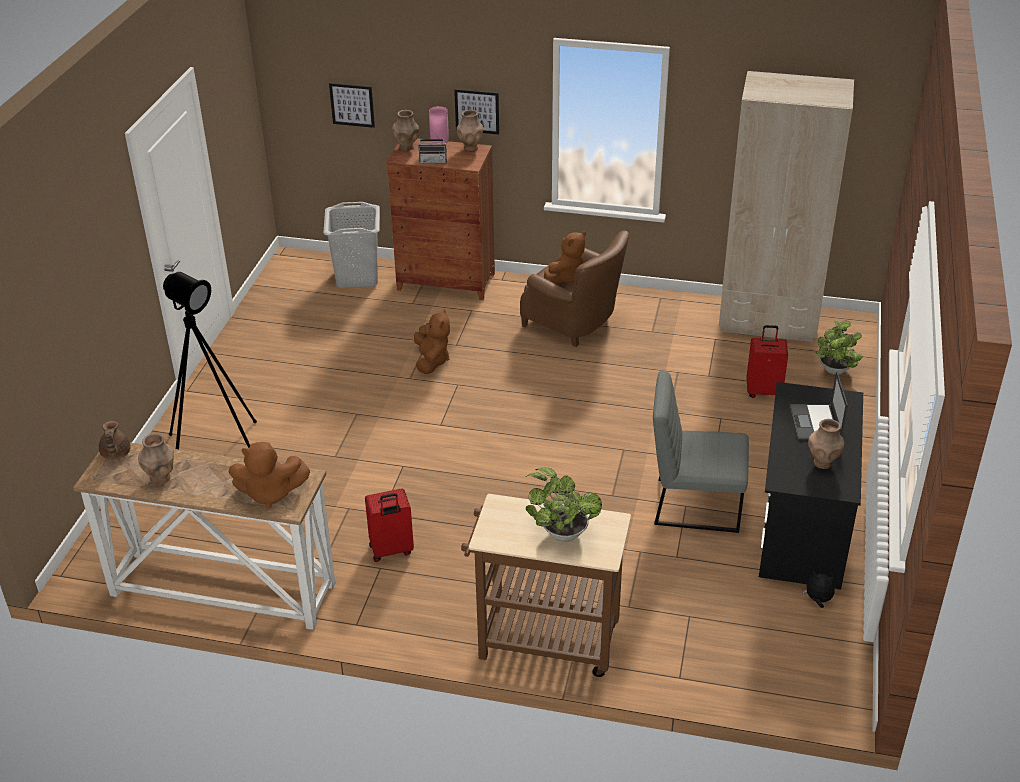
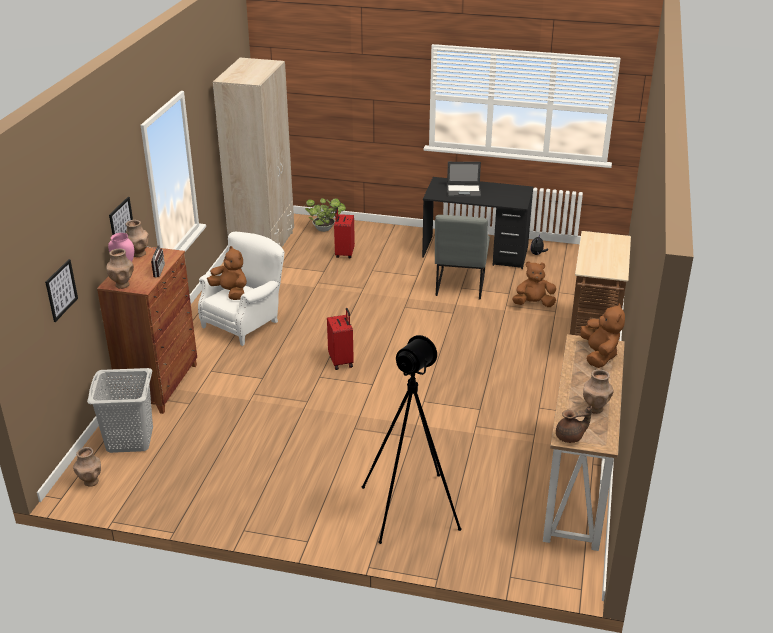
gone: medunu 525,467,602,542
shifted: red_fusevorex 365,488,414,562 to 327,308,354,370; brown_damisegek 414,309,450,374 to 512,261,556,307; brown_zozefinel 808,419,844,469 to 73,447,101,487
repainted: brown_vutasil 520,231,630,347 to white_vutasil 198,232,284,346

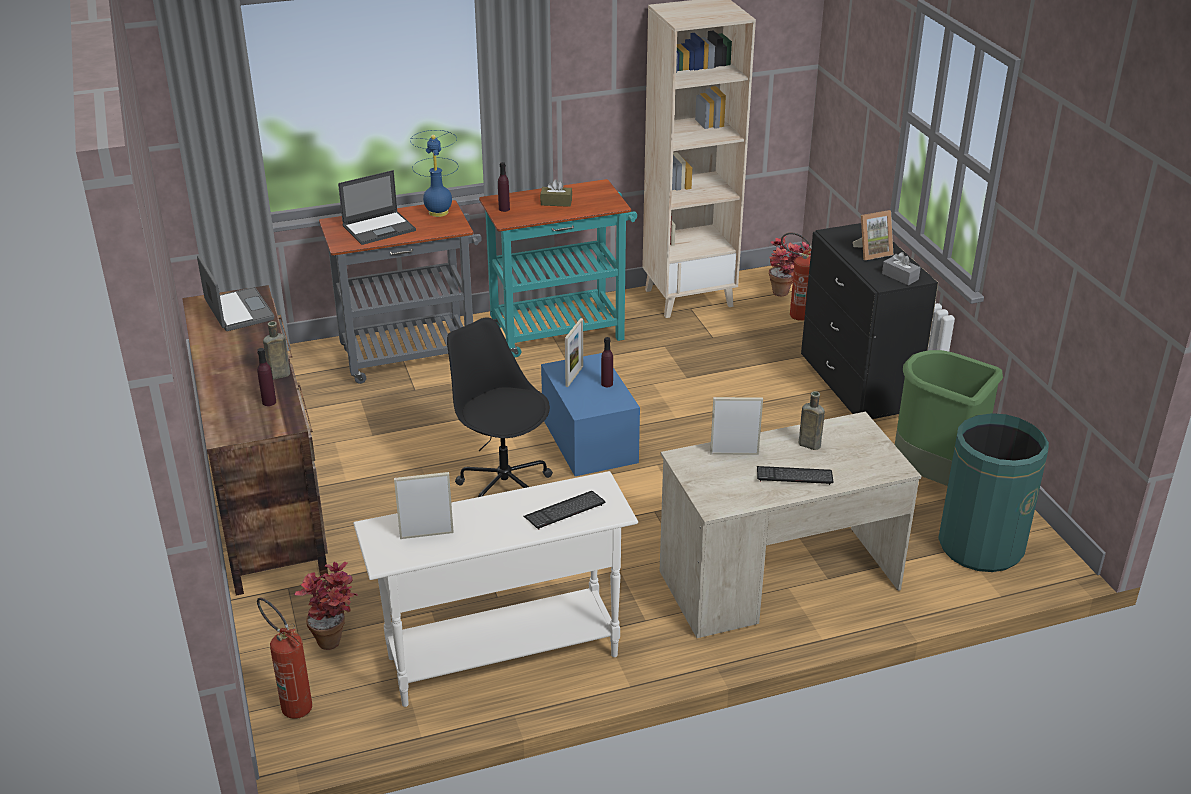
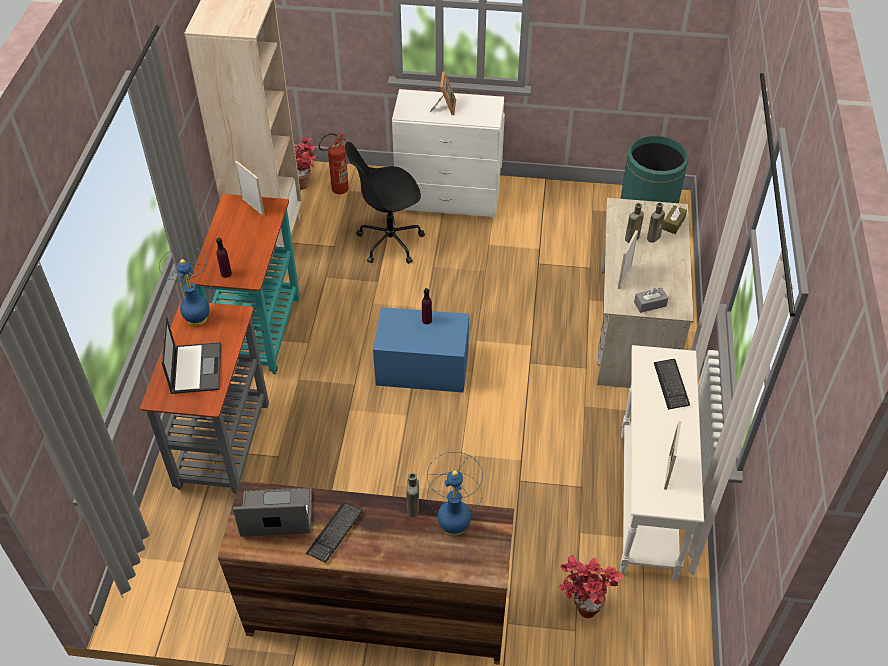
gone: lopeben 257,597,312,719; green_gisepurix 895,350,1003,486
new: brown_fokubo 647,202,665,243
shifted: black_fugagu 447,318,553,497 to 345,142,425,264; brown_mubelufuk 540,180,572,207 to 662,205,687,234; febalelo 565,318,583,387 to 235,161,265,216; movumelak 757,466,833,485 to 305,502,363,562; grey_mubelufuk 882,252,921,285 to 634,288,668,313
swapped: purple_fokubo 257,348,276,406 to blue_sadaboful 427,452,483,536
repainted: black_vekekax 801,223,938,419 to white_vekekax 392,89,504,217

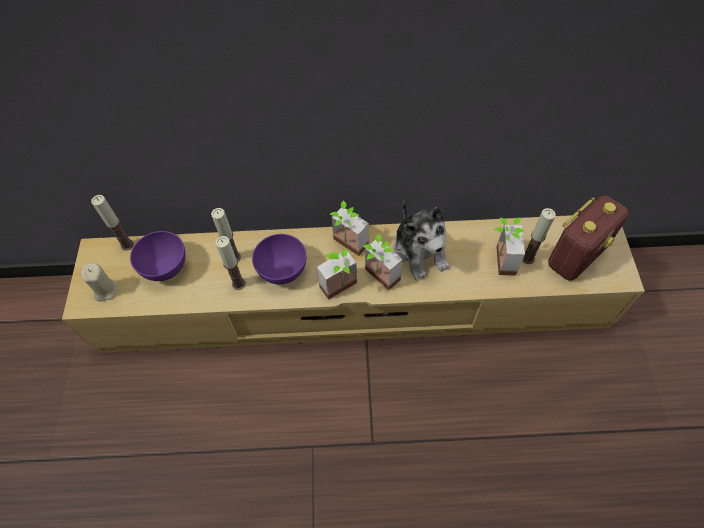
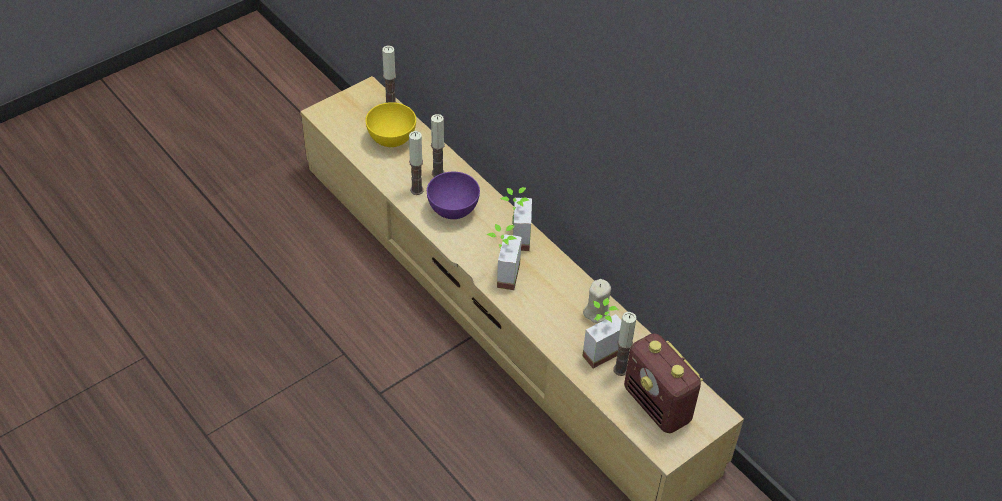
gone: medunu 317,248,357,299; damisegek 393,201,450,281
shifted: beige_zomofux 81,263,118,302 to 583,279,611,323
repainted: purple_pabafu 130,231,186,281 to yellow_pabafu 365,102,416,147
rotated: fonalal 548,195,629,280 = 624,333,703,433 45 degrees clockwise

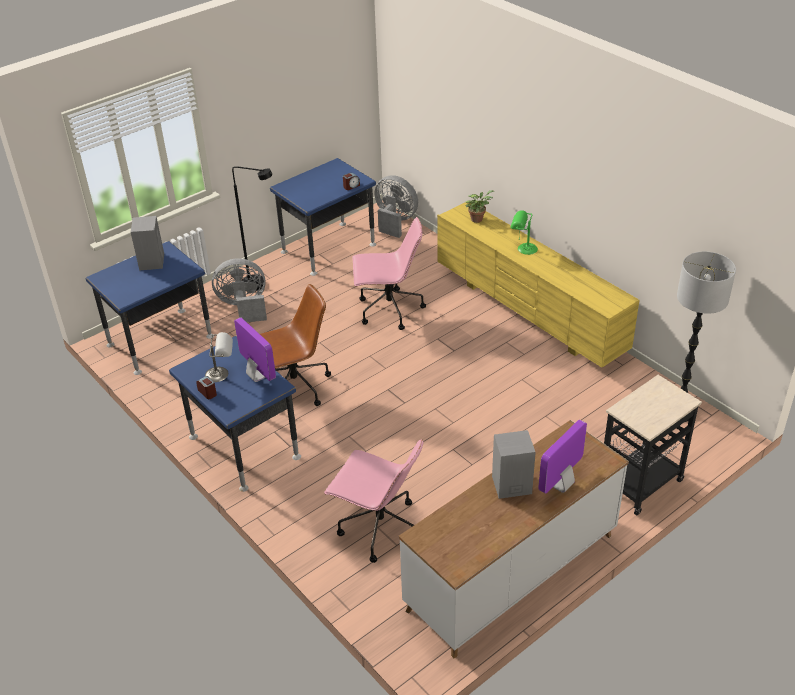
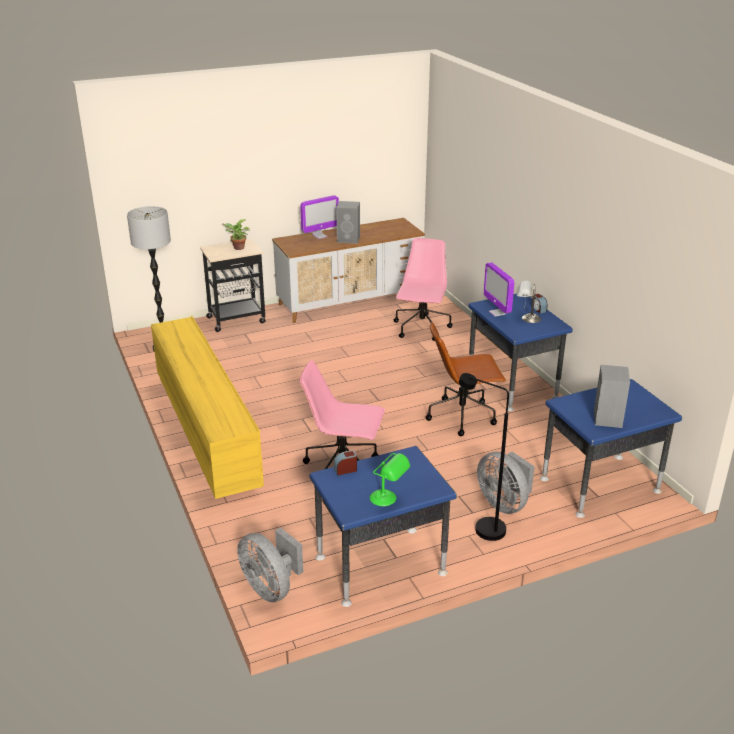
shifted: medunu 465,190,495,223 to 222,219,250,250; green_sadaboful 510,210,538,255 to 370,453,410,506
rotated: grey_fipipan 212,258,267,322 = 477,452,534,514 45 degrees clockwise; pink_fugagu 324,439,424,563 = 394,238,453,341 60 degrees clockwise

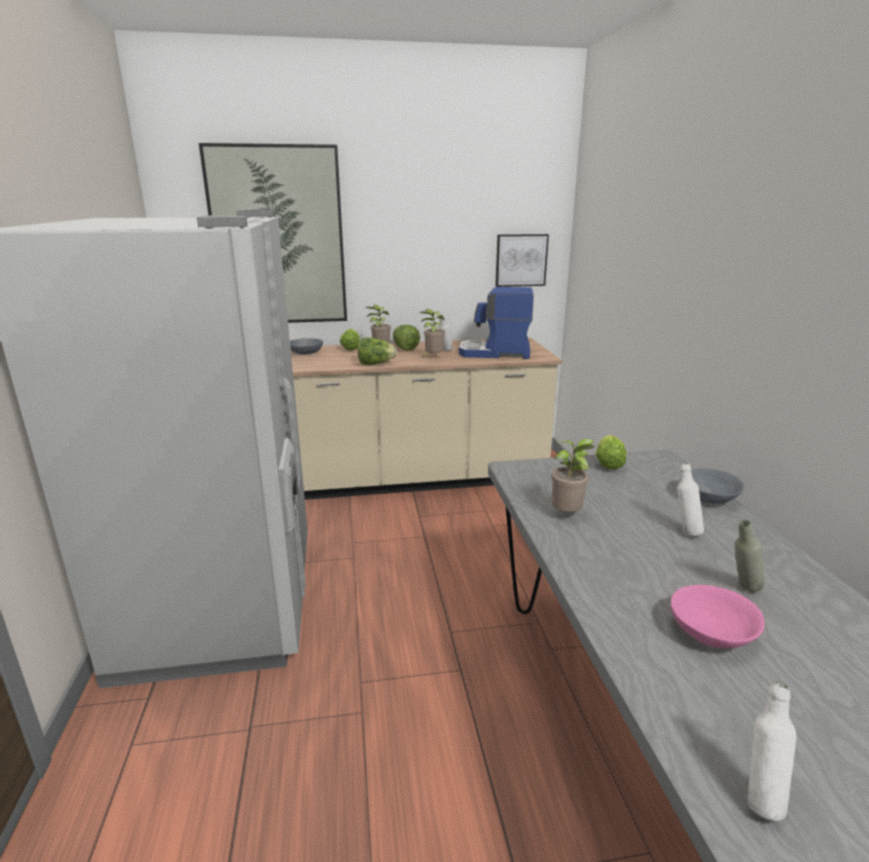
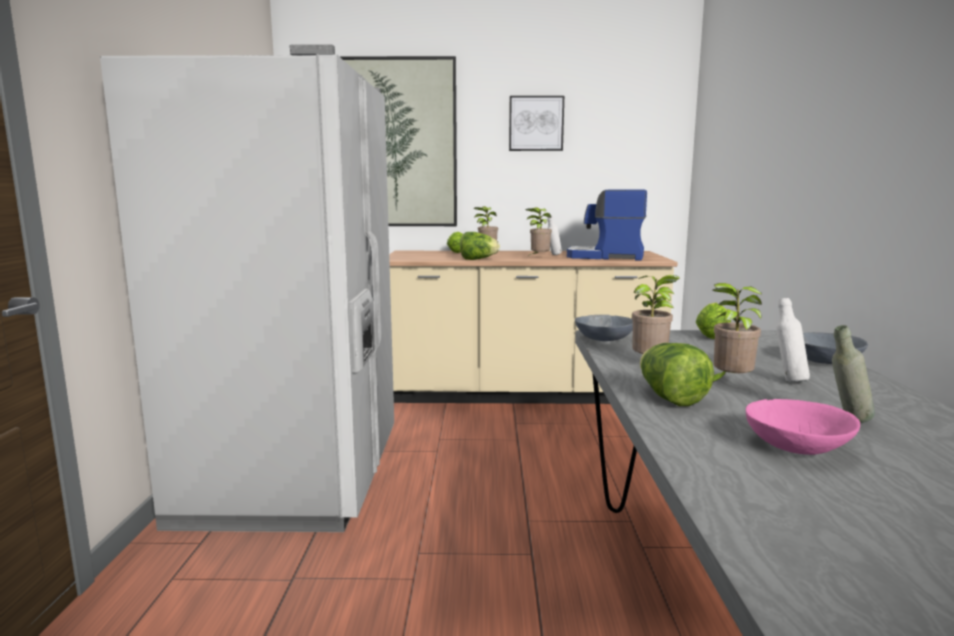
gone: white_fokubo 748,681,796,821
new: medunu 713,283,762,382
shifted: grey_pabafu 290,338,323,355 to 575,315,633,341; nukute 393,325,420,351 to 640,343,714,406; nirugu 495,234,549,287 to 509,96,564,151

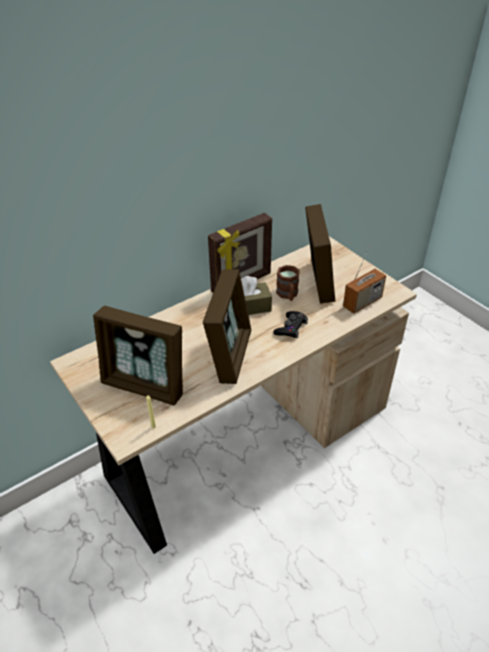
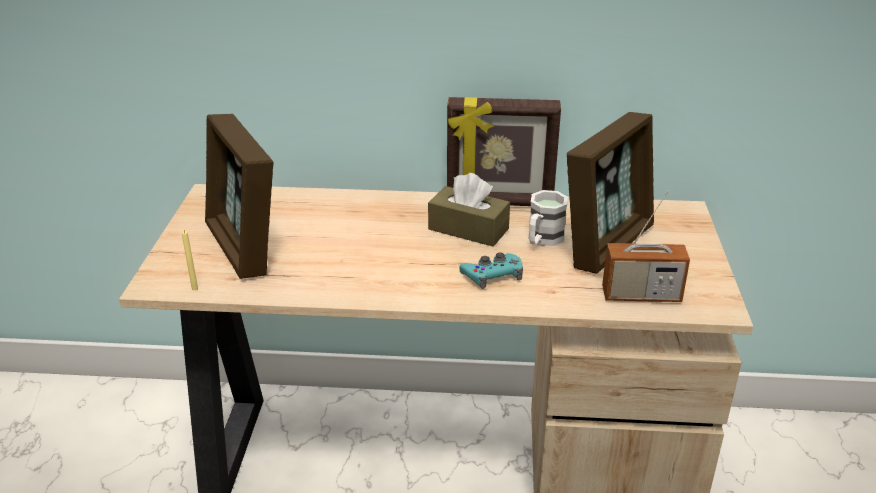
gone: febalelo 203,269,251,384
repainted: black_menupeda 273,311,308,338 to turquoise_menupeda 460,252,523,289; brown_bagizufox 276,265,300,301 to white_bagizufox 528,190,568,246

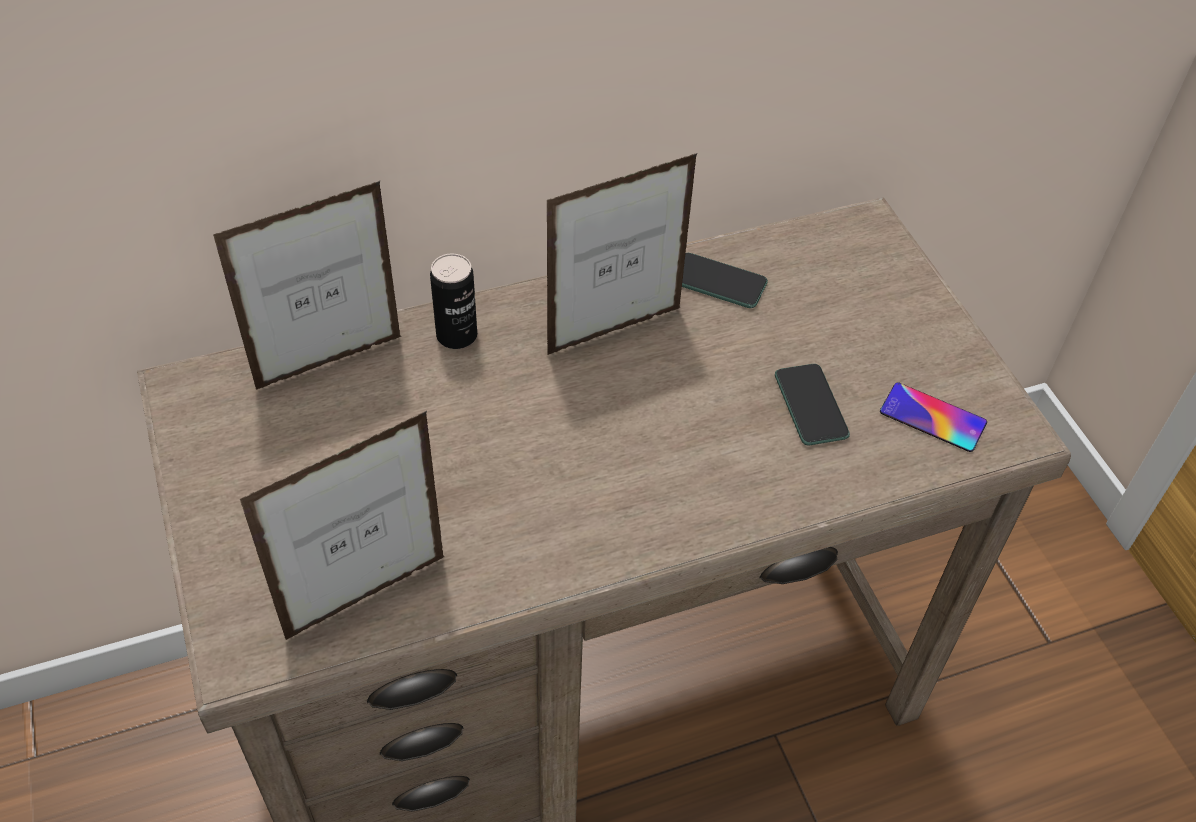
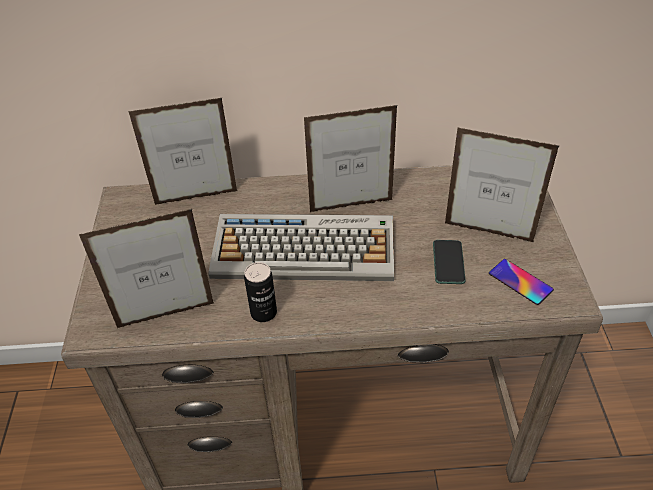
gone: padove 682,253,768,308
new: movumelak 209,214,394,281; febalelo 445,128,559,242
shifted: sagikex 430,254,477,349 to 244,262,277,322

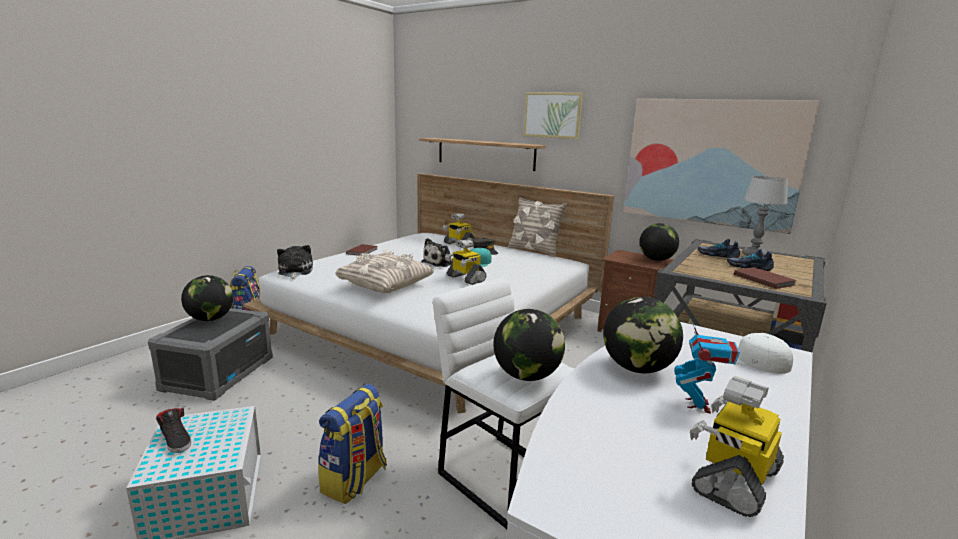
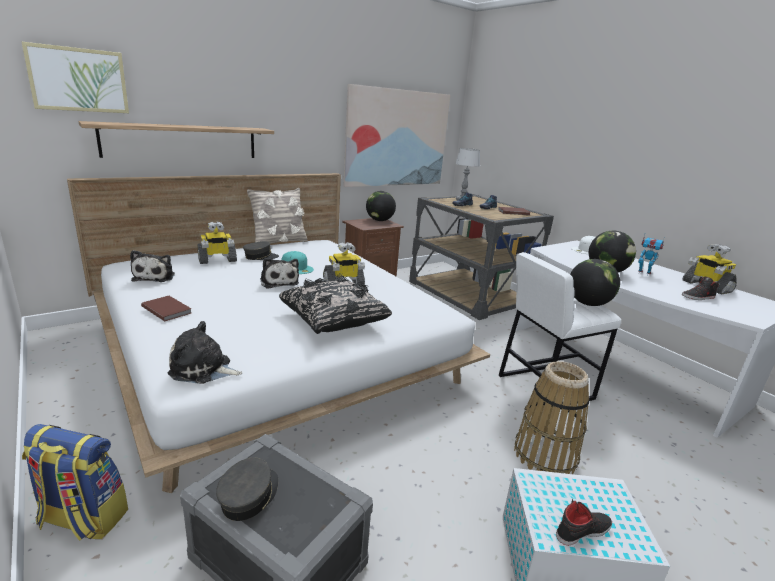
new: damisegek 130,250,175,282; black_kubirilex 682,277,719,300
shifted: nirugu 523,92,583,139 to 21,41,129,113
swapped: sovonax 181,275,233,321 to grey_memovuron 216,457,278,521; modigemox 318,384,387,504 to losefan 514,361,589,474
repainted: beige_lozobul 335,248,434,293 to black_lozobul 279,274,392,334

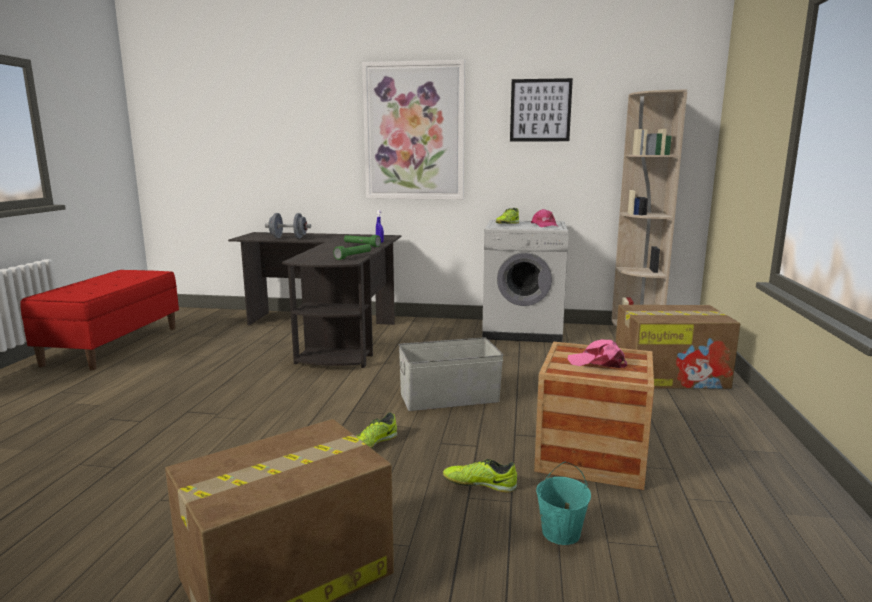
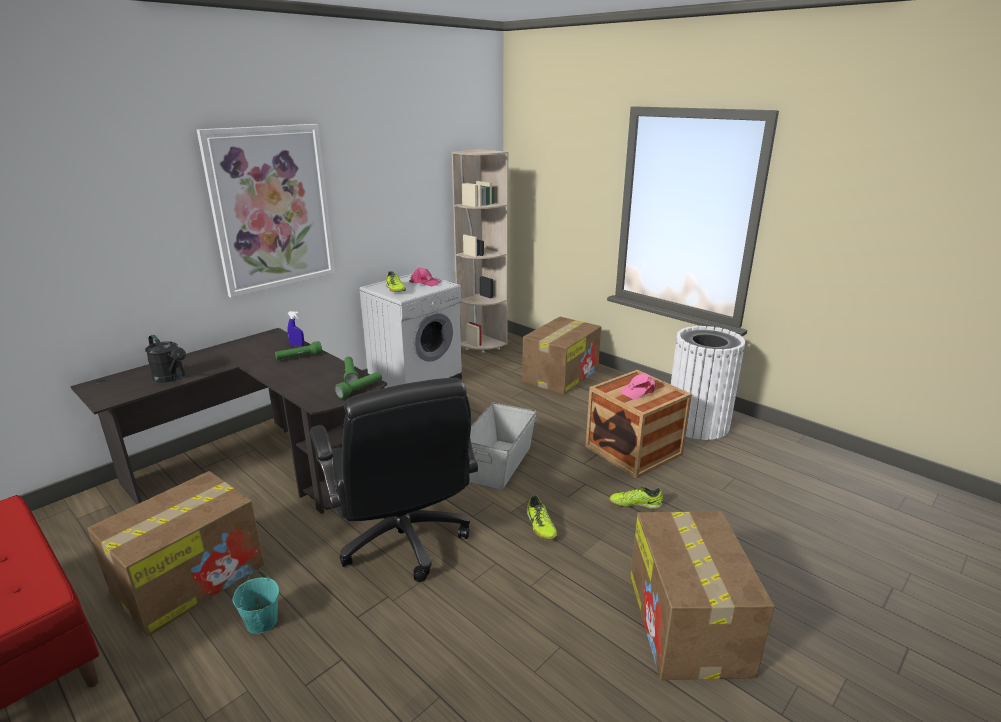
gone: nirugu 510,78,573,141
new: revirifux 87,471,265,636; black_fugagu 310,378,478,582; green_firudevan 335,372,382,399; white_gisepurix 671,326,745,440
shifted: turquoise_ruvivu 536,462,591,545 to 232,571,279,634
swapped: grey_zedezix 265,213,311,239 to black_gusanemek 145,335,186,383
rotated: kubirilex 443,459,517,493 = 609,487,663,509 45 degrees clockwise

